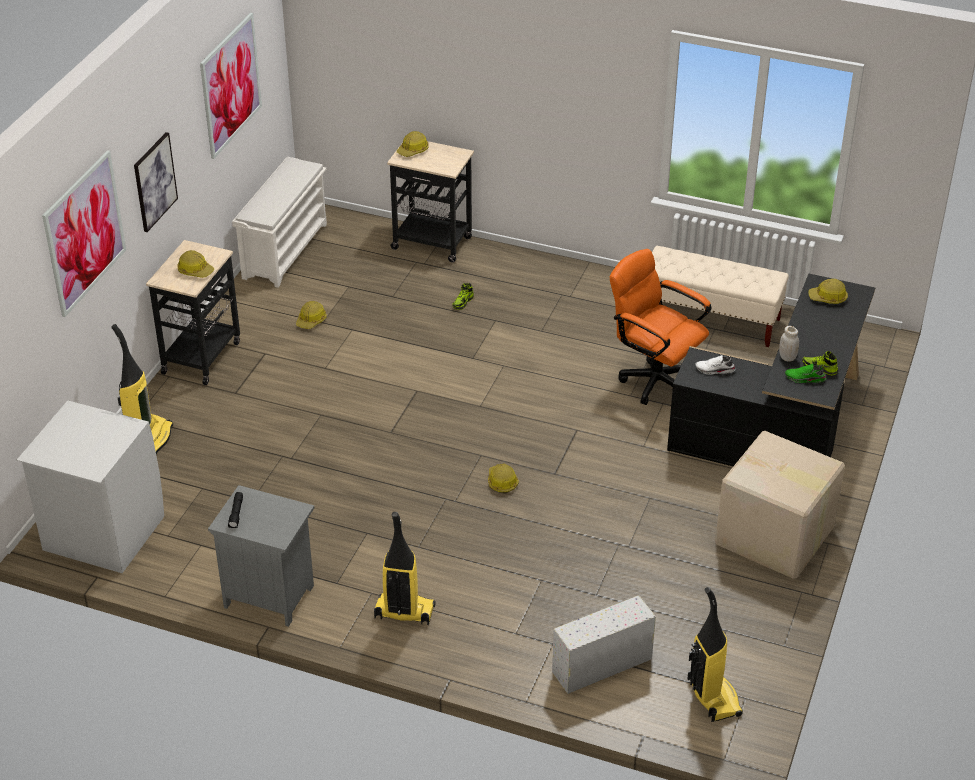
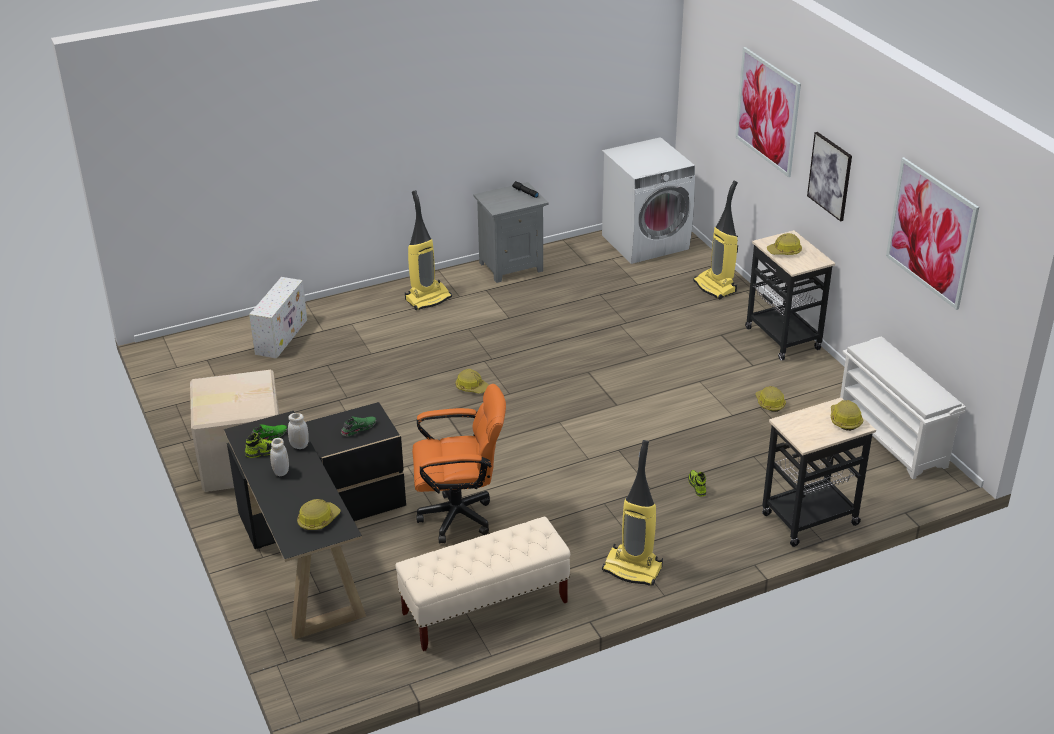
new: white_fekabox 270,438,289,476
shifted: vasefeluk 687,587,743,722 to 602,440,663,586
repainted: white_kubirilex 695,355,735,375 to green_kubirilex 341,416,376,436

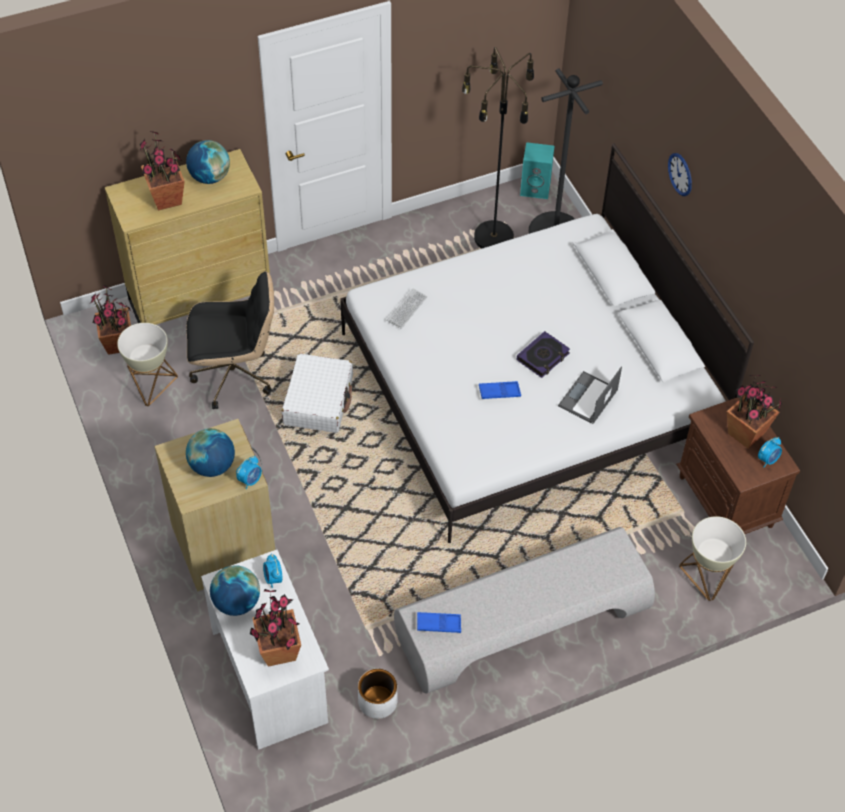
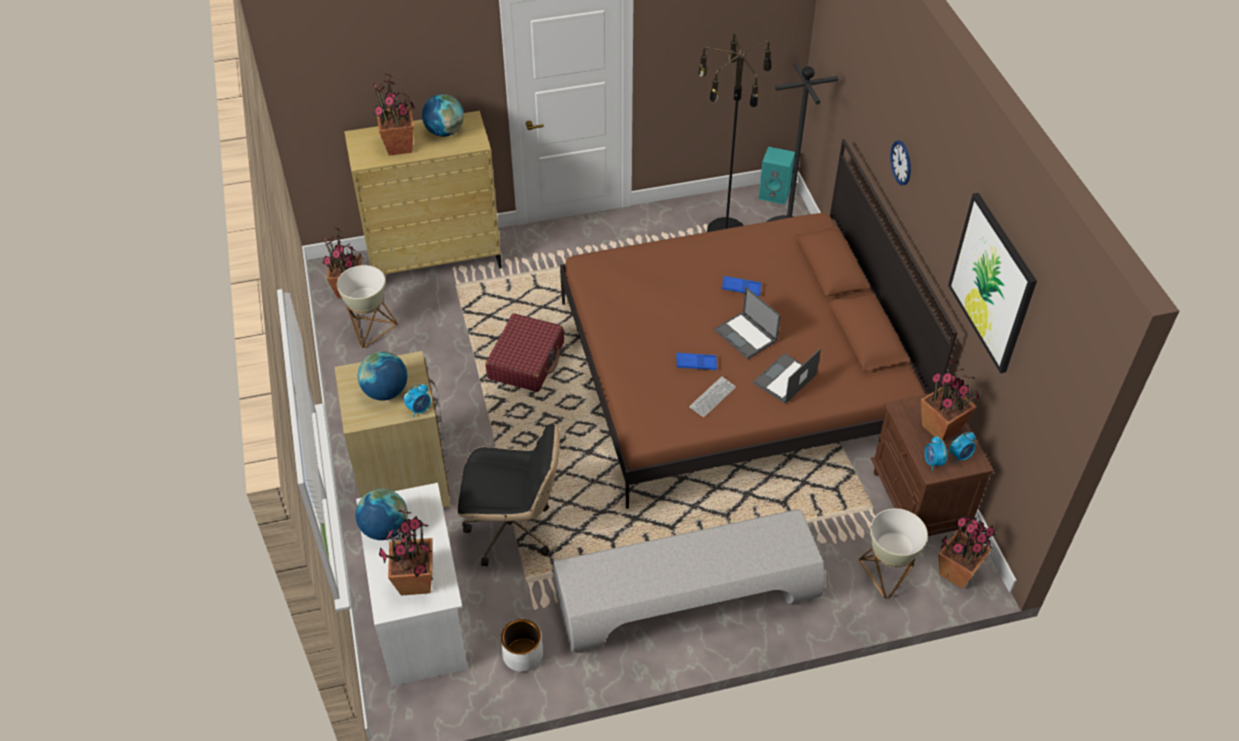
new: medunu 938,516,996,589; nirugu 948,193,1037,373
shifted: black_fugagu 186,271,274,409 to 457,423,560,566; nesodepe 263,554,282,588 to 924,435,948,470; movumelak 387,289,427,329 to 689,376,736,417; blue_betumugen 417,612,461,633 to 722,276,761,296
swapped: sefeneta 517,331,570,378 to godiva 714,287,781,359
repainted: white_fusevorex 282,353,353,433 to red_fusevorex 485,313,564,392; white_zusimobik 340,143,754,543 to brown_zusimobik 560,139,958,509

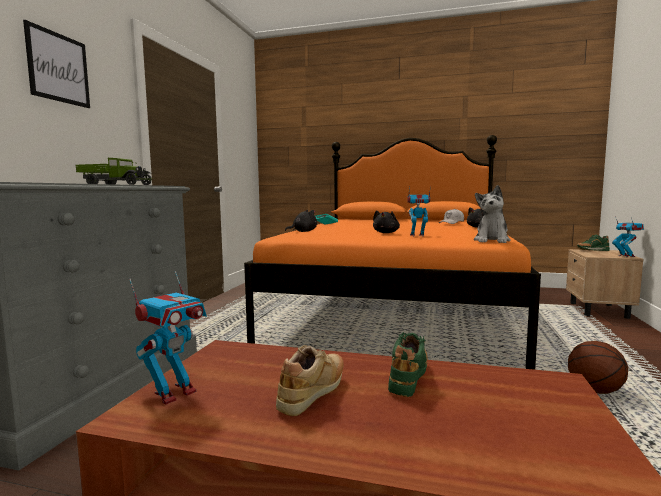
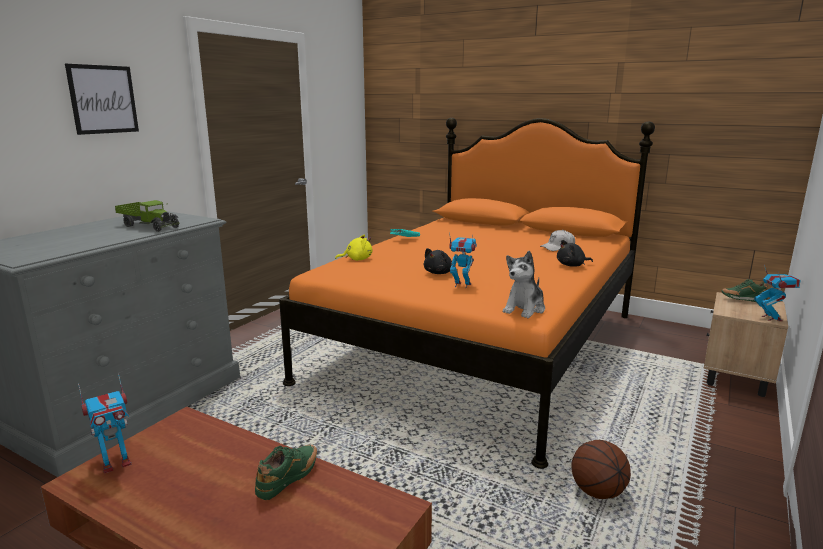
gone: beige_kubirilex 276,345,344,416
repainted: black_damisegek 285,210,317,232 to yellow_damisegek 335,234,372,261

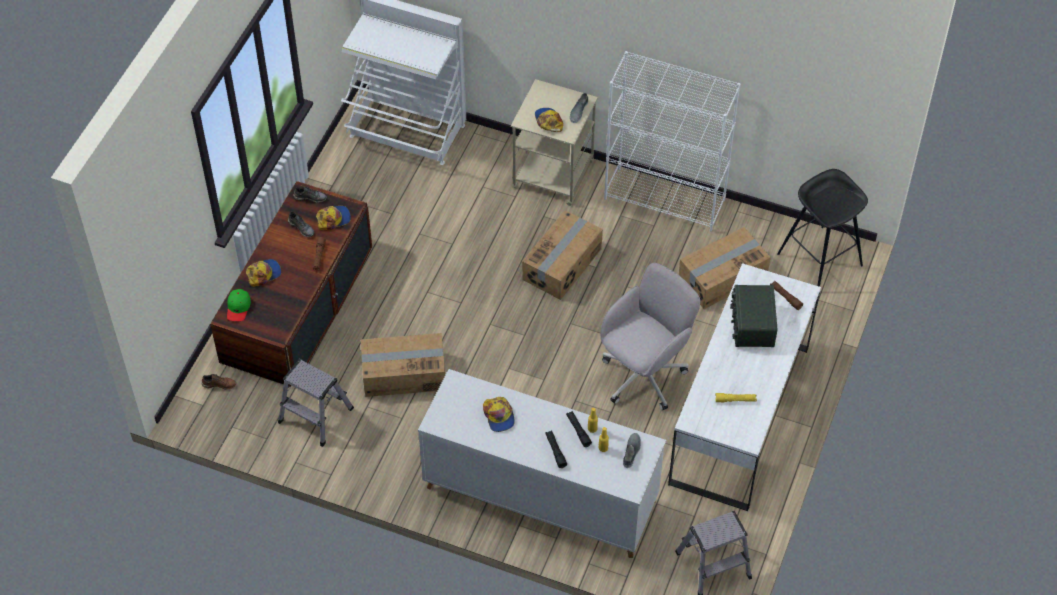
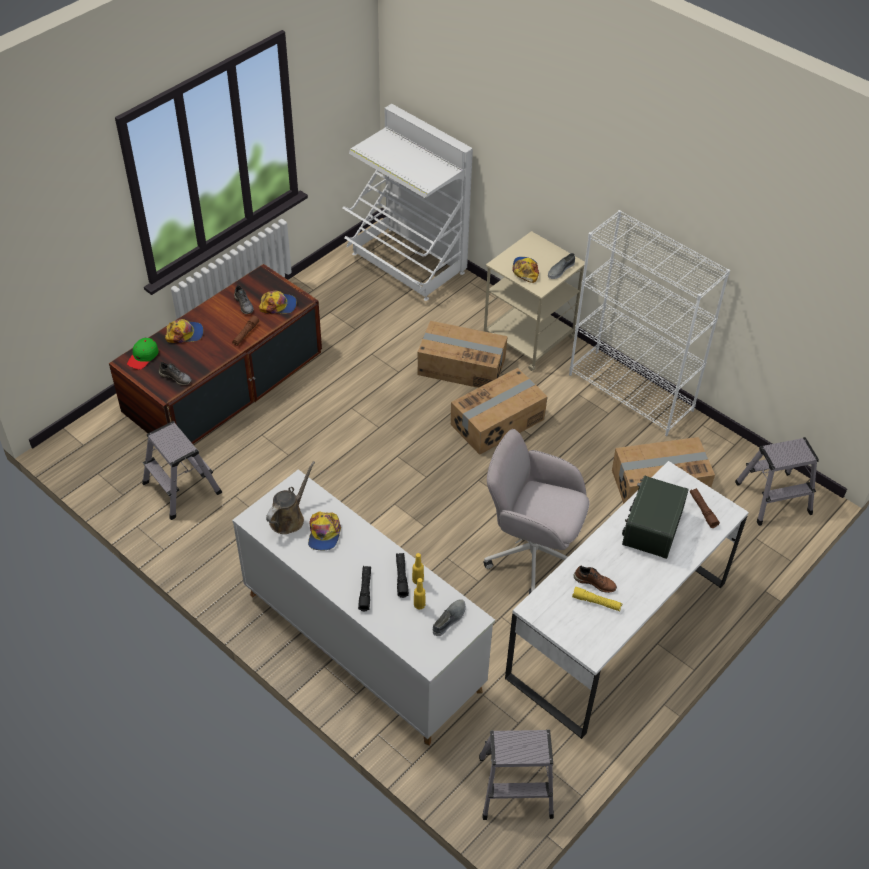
new: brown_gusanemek 266,461,315,534
shifted: brown_kubirilex 201,374,236,390 to 574,566,617,593; grey_kubirilex 293,187,327,203 to 159,362,192,385; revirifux 361,333,445,397 to 418,321,508,388
swapped: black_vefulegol 777,169,868,287 to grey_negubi 735,437,819,526
rotated: grey_fugagu 601,263,700,410 = 483,429,590,594 135 degrees counterclockwise

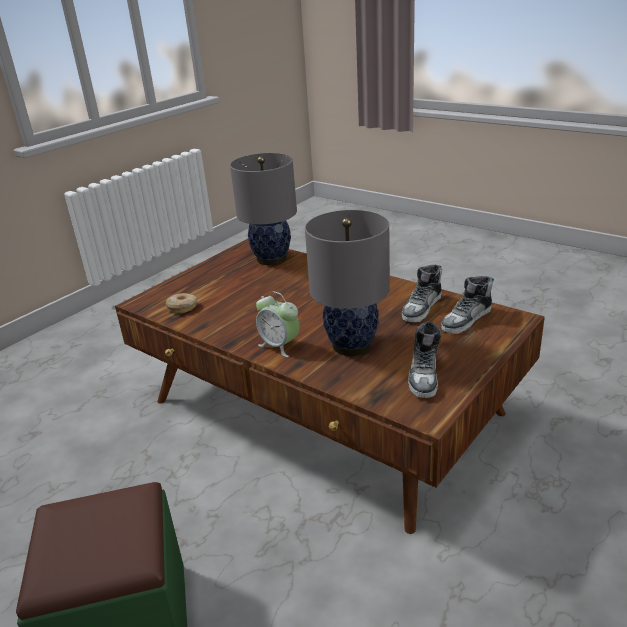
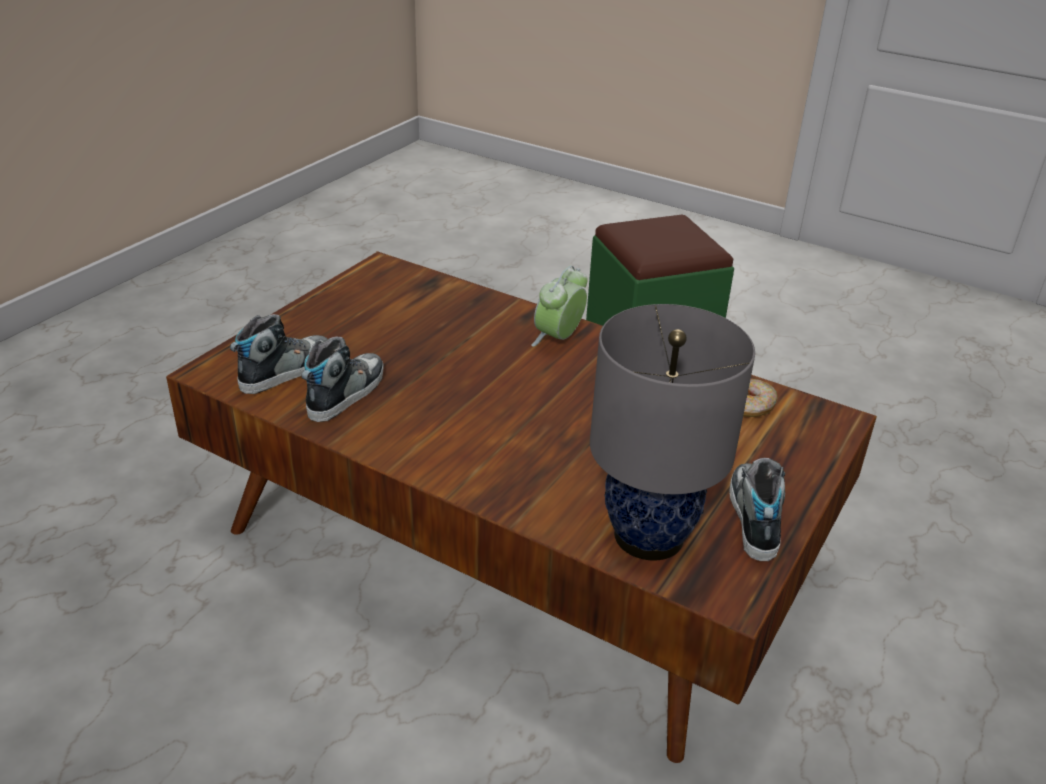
gone: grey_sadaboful 305,210,390,356
shifted: kubirilex 408,321,442,398 to 729,458,785,561
rotated: nesodepe 256,292,300,357 = 531,265,588,347 90 degrees counterclockwise

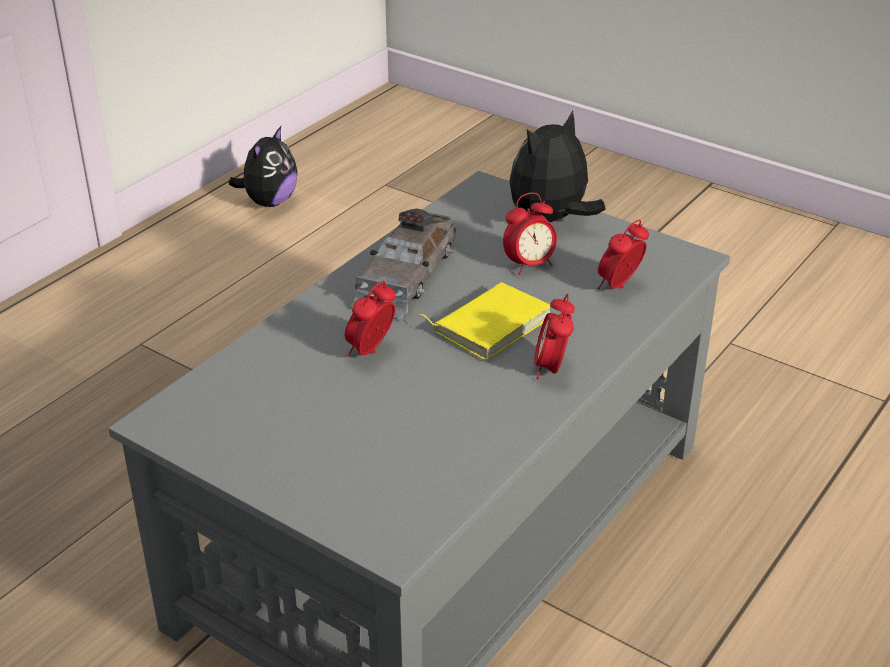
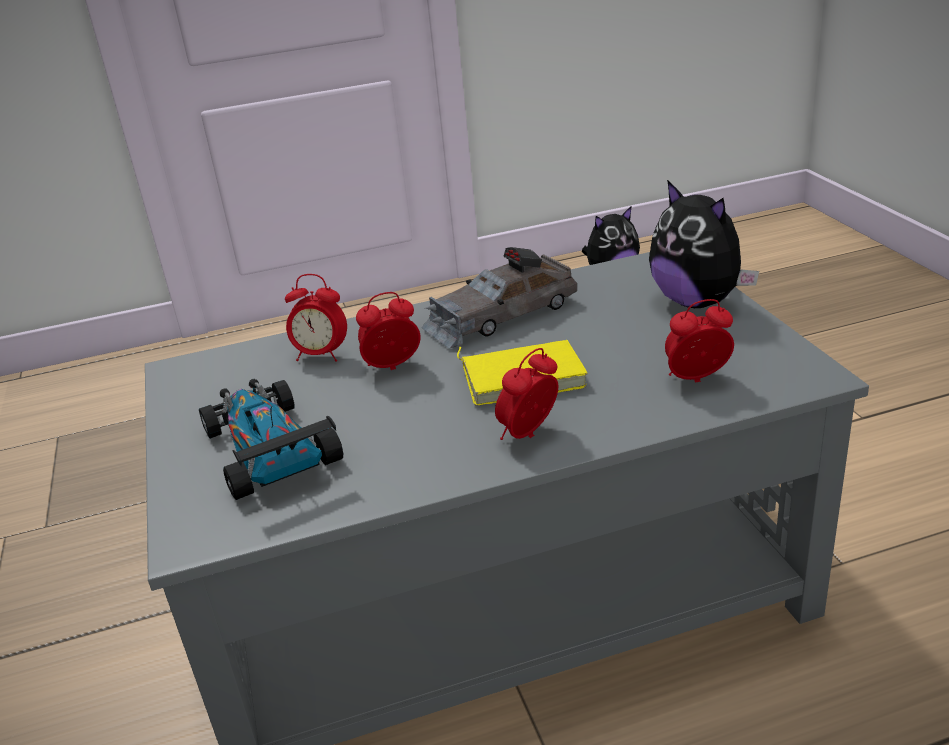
new: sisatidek 199,379,343,500
shifted: nesodepe 503,192,557,275 to 285,274,347,362
rotated: damisegek 509,110,605,222 = 649,180,759,308 120 degrees counterclockwise

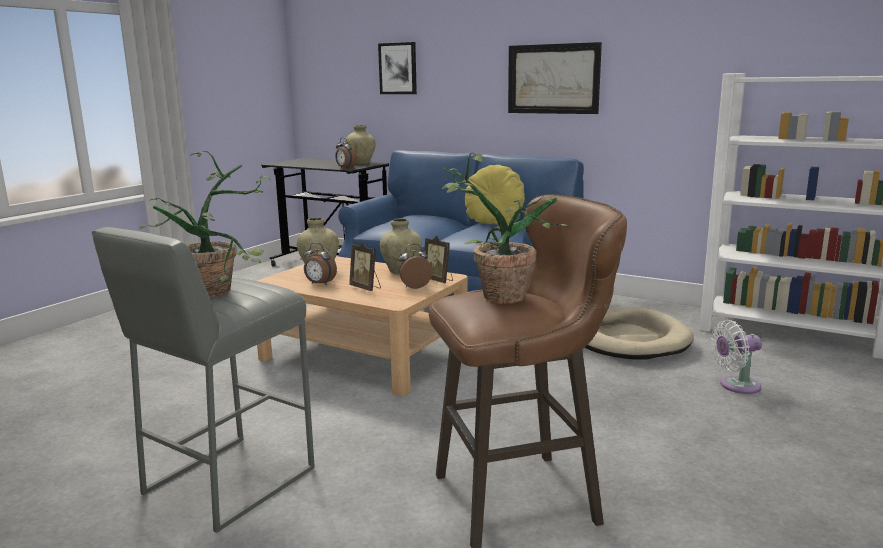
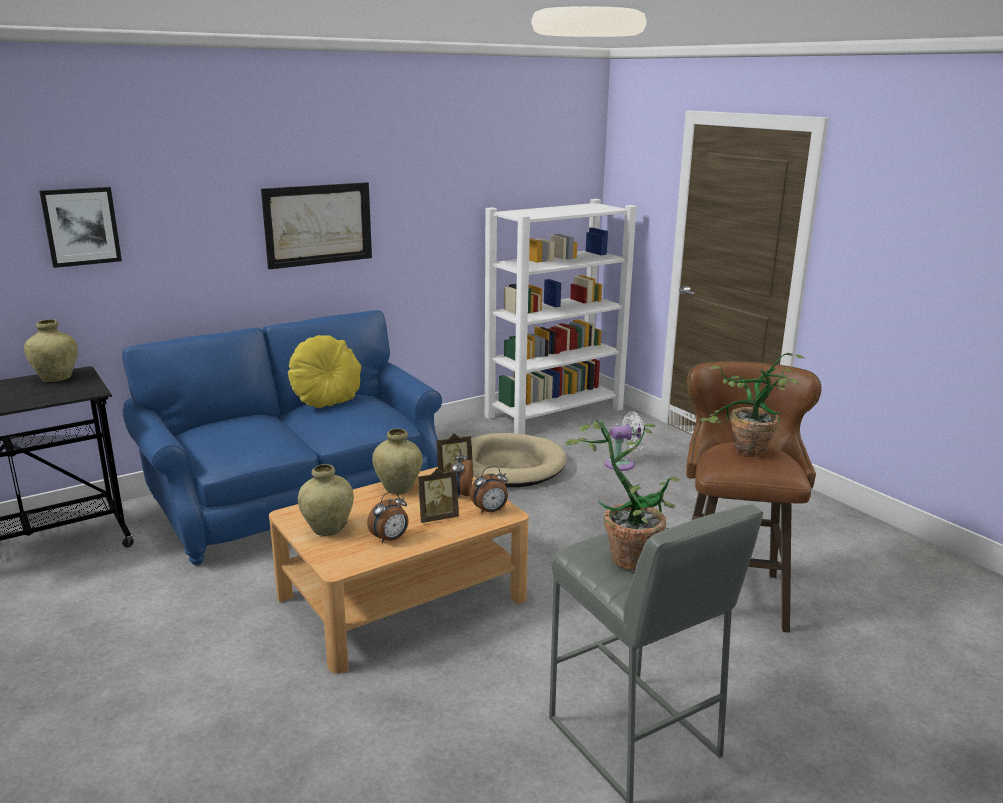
shifted: nesodepe 335,138,357,168 to 470,466,508,514
rotated: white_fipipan 711,320,762,394 = 605,412,646,471 120 degrees counterclockwise

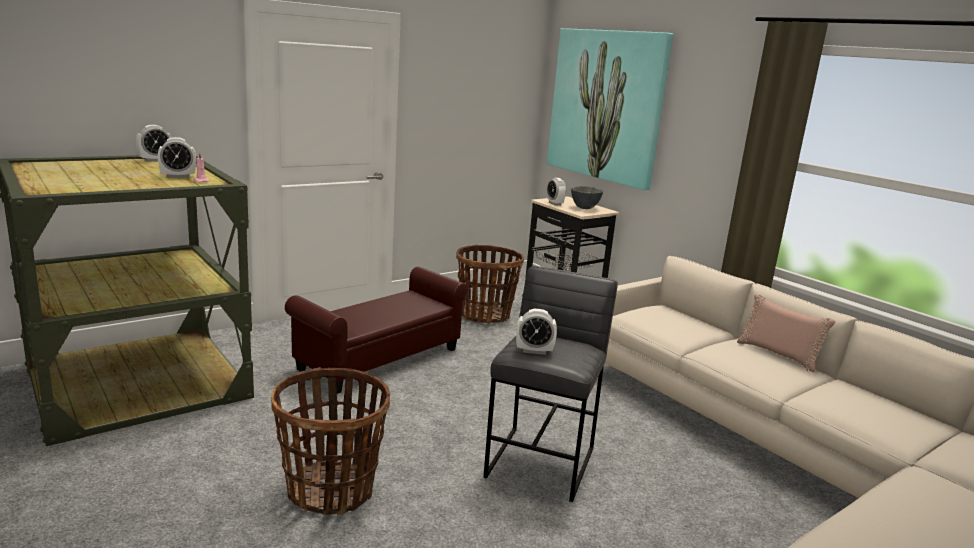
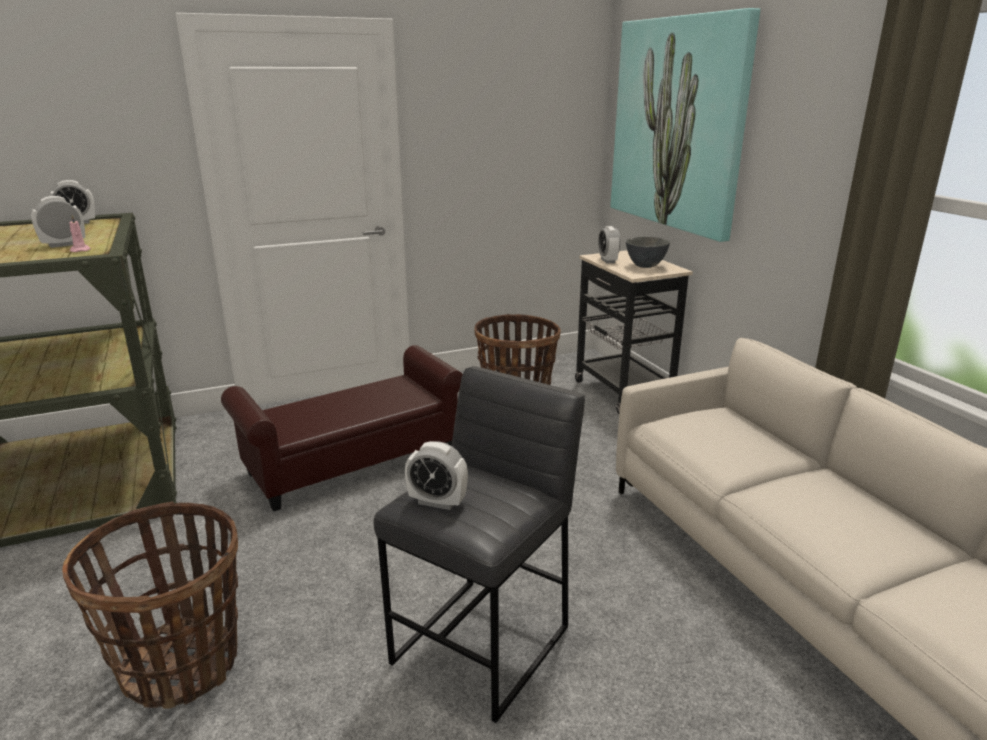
gone: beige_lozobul 737,294,835,372
rotated: nesodepe 158,137,196,178 = 31,196,85,248 150 degrees clockwise

